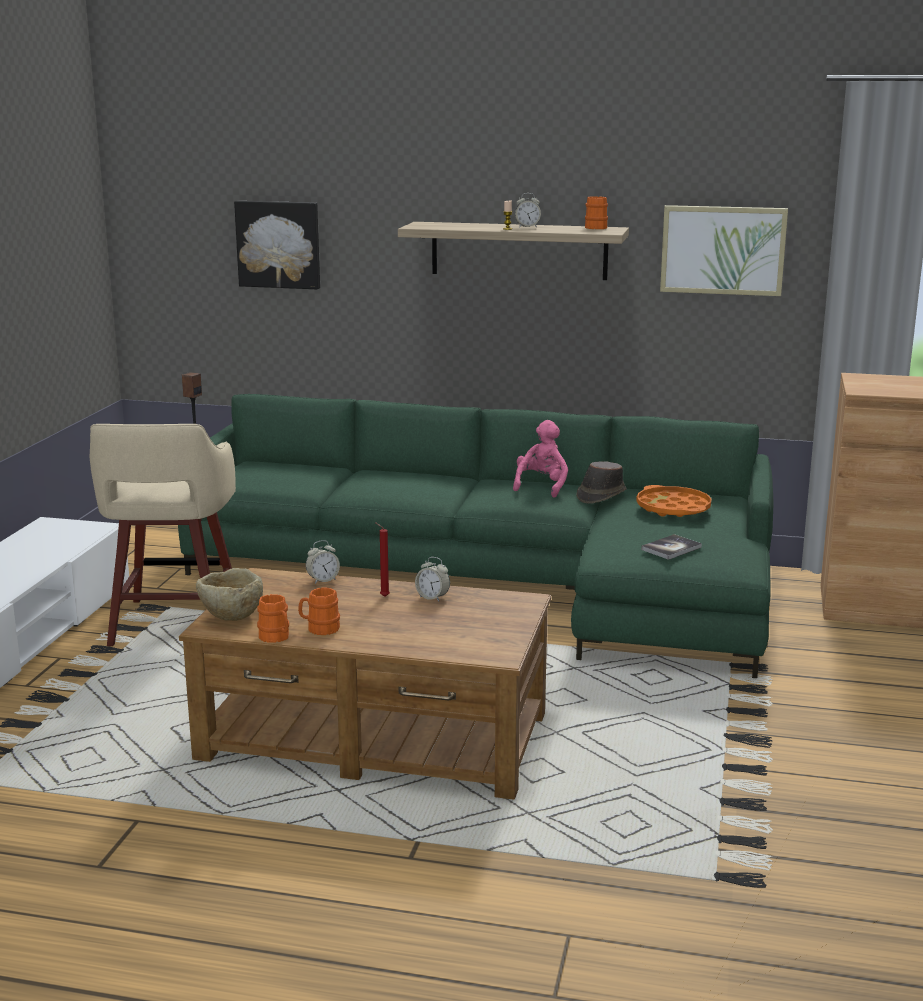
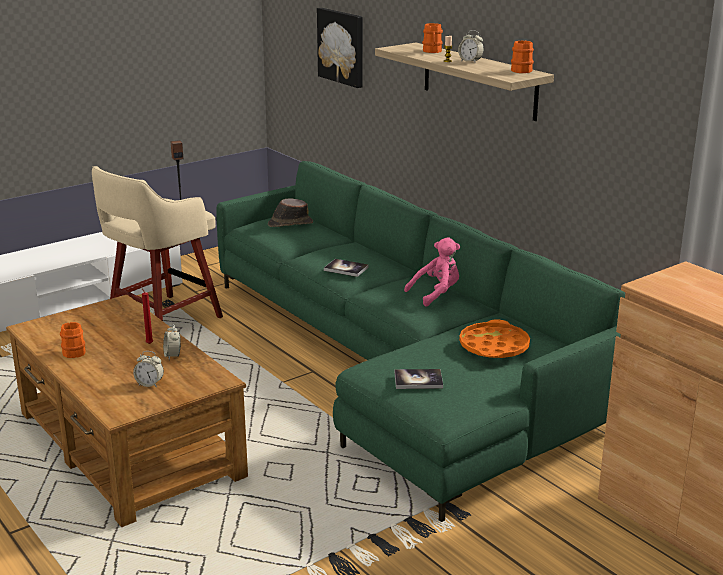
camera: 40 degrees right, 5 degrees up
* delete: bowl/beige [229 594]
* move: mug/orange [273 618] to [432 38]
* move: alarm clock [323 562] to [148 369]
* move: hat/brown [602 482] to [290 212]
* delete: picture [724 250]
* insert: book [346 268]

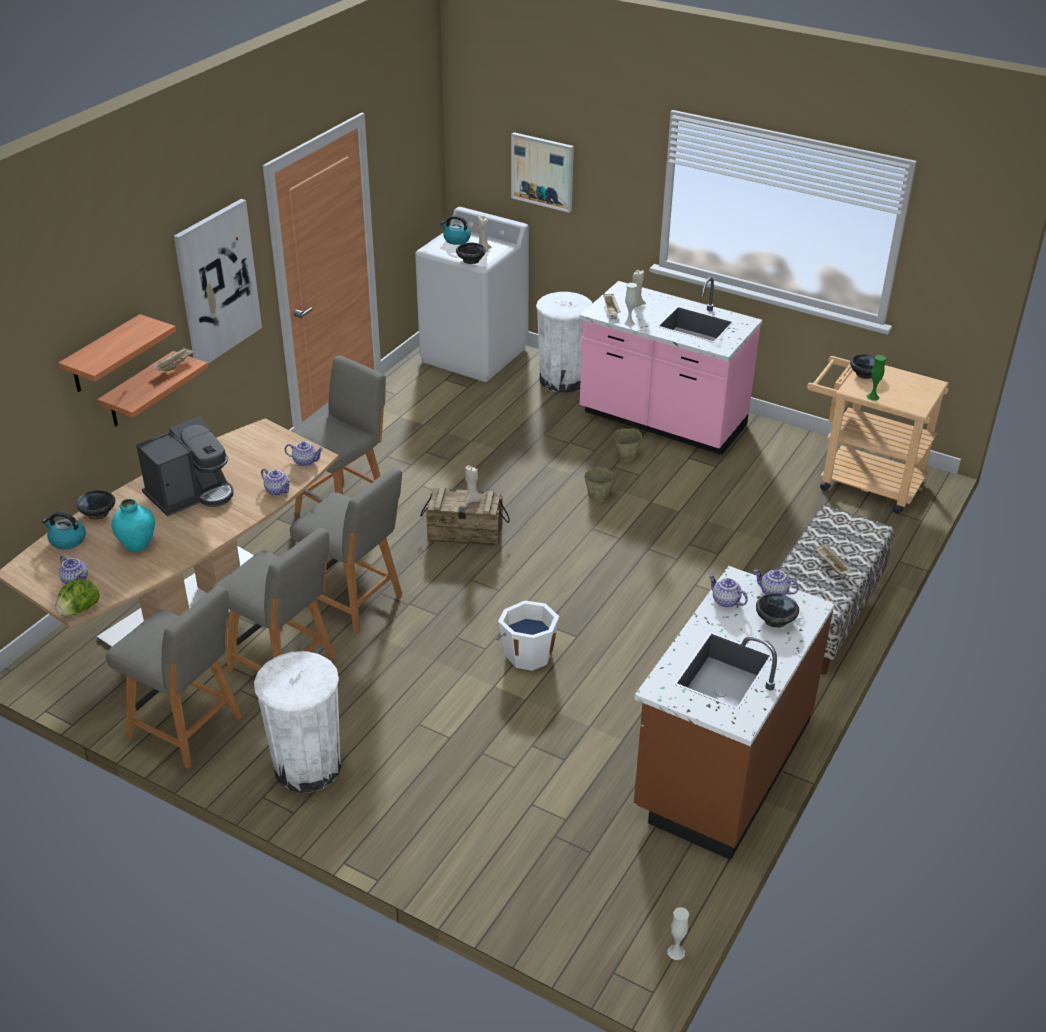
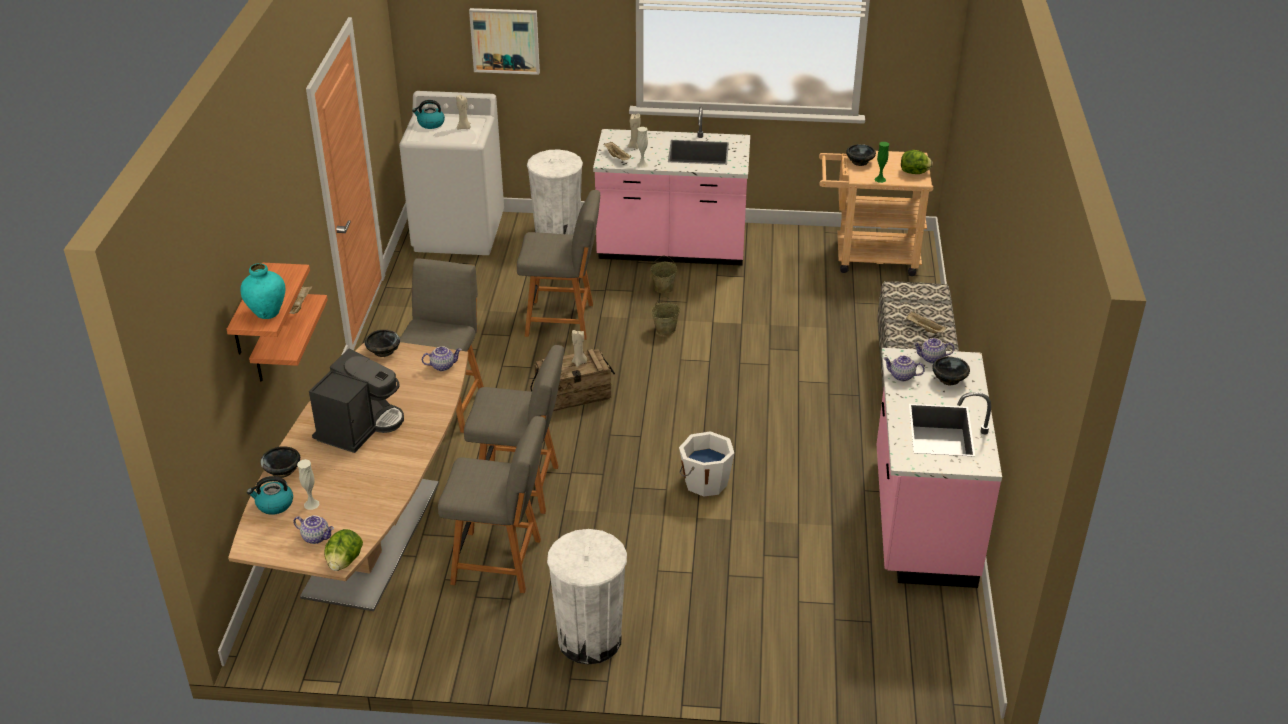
camera: 25 degrees left, 0 degrees up
* move: chair/grey [174 677] to [558 265]
* move: vase/turquoise [133 525] to [262 291]
* delete: picture [218 281]
* delete: teapot [276 482]
* move: bowl/black [471 253] to [382 343]
* recolor: counter/brown [734 713] to counter/pink [939 468]
* move: vase/white [678 933] to [308 484]
* insert: lettuce [916 162]

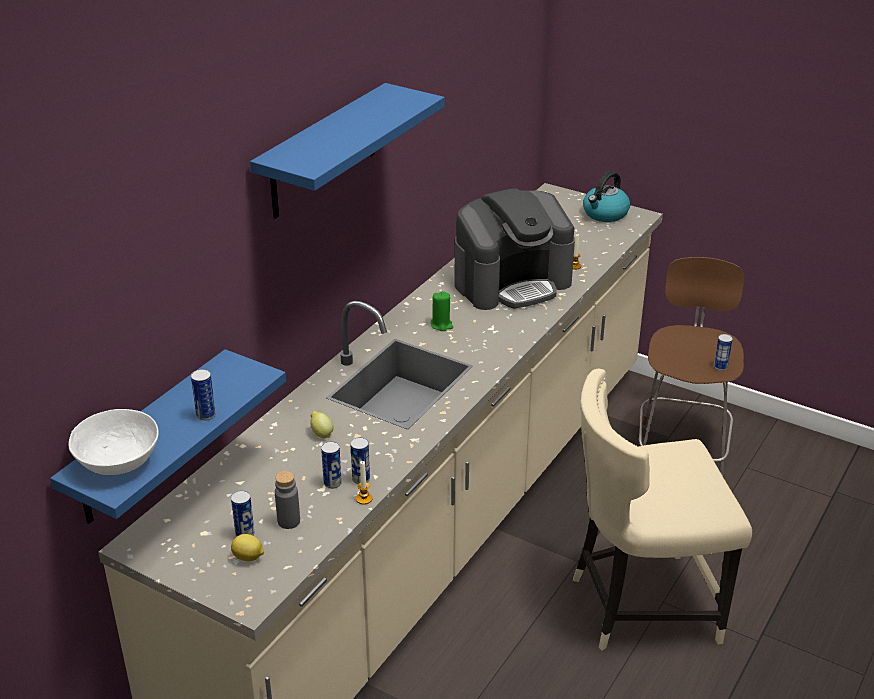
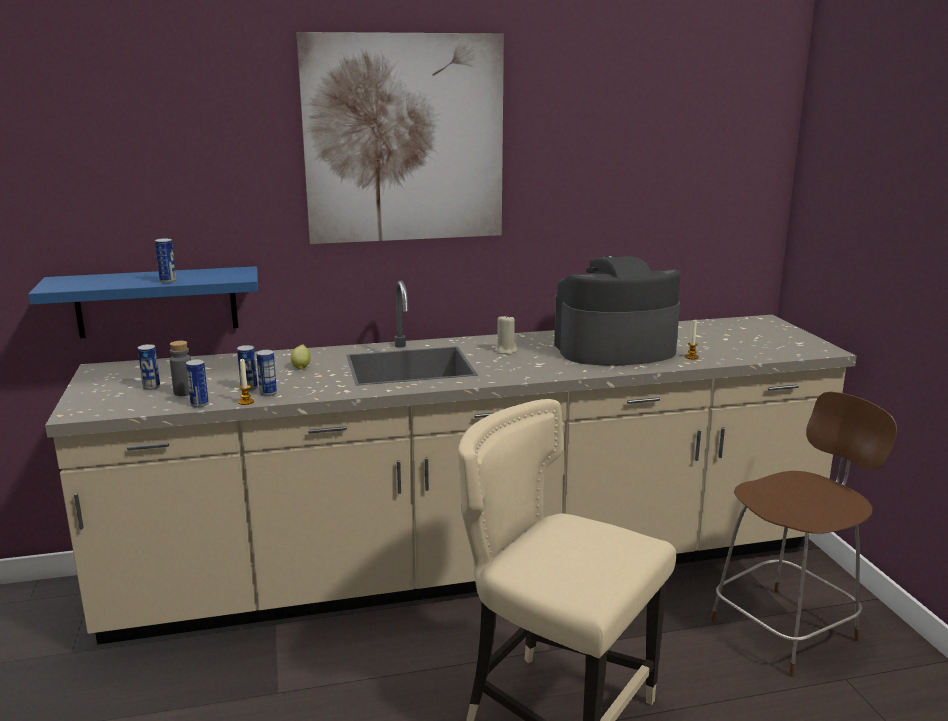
camera: 45 degrees right, 15 degrees down
* delete: bowl/white [113 442]
* delete: lemon [247 548]
* replace: shelf/blue [347 151] to picture [400 138]
* recolor: candle/green [442 311] to candle/beige [506 334]
* rotate: coffee machine [514 249] = [617 311] 150 degrees clockwise
* delete: kettle [606 196]
* move: can [723 352] to [197 383]

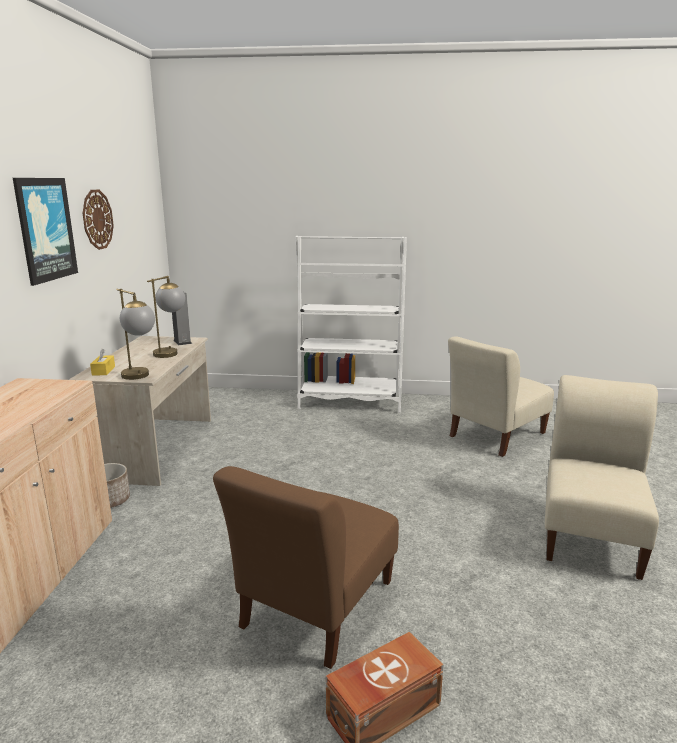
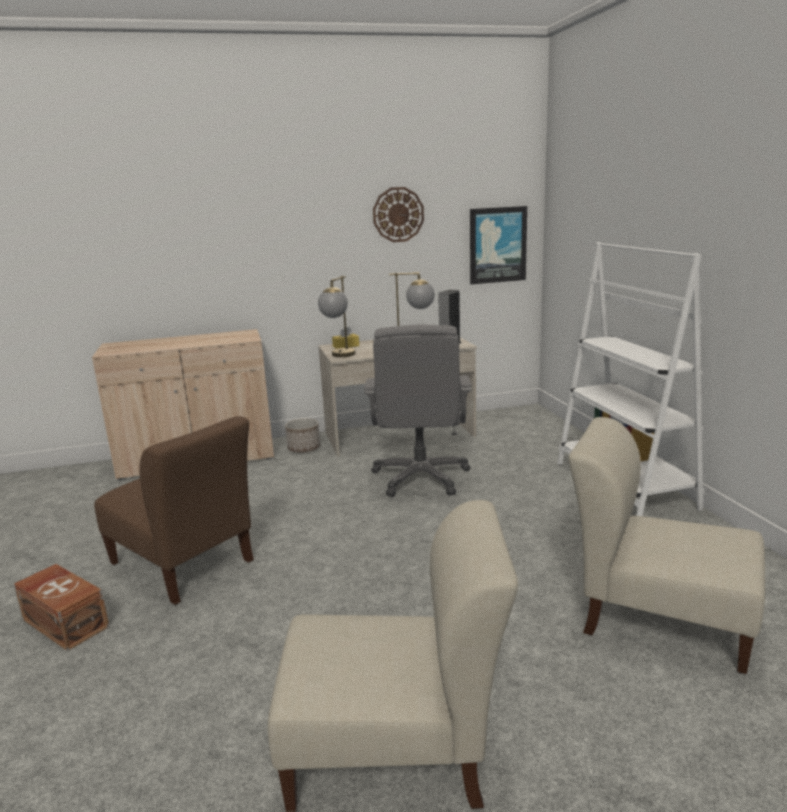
camera: 70 degrees right, 0 degrees up
* move: picture [45 232] to [498 245]
* rotate: chair/brown [306 567] = [174 510] 150 degrees counterclockwise
* insert: office chair/grey [418 411]

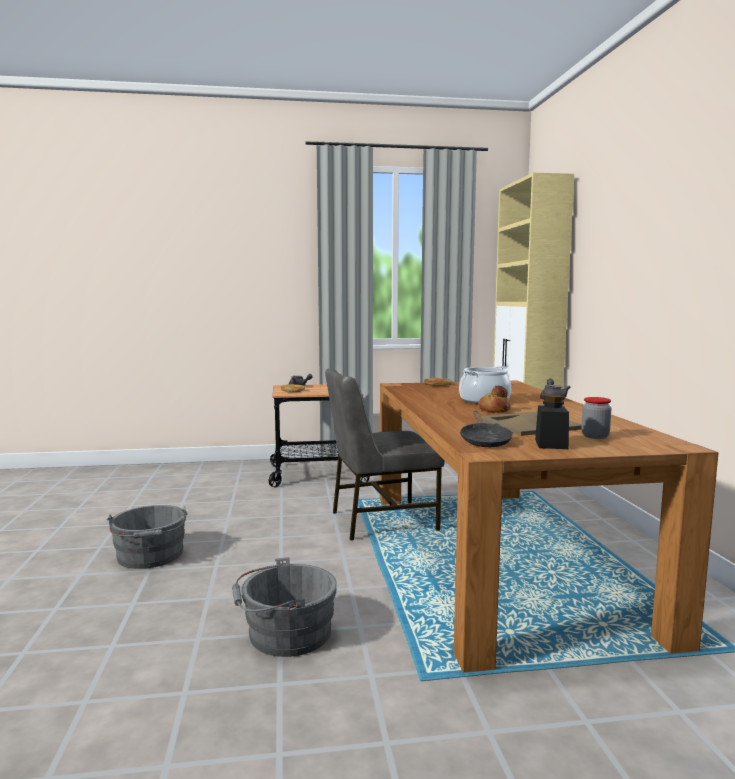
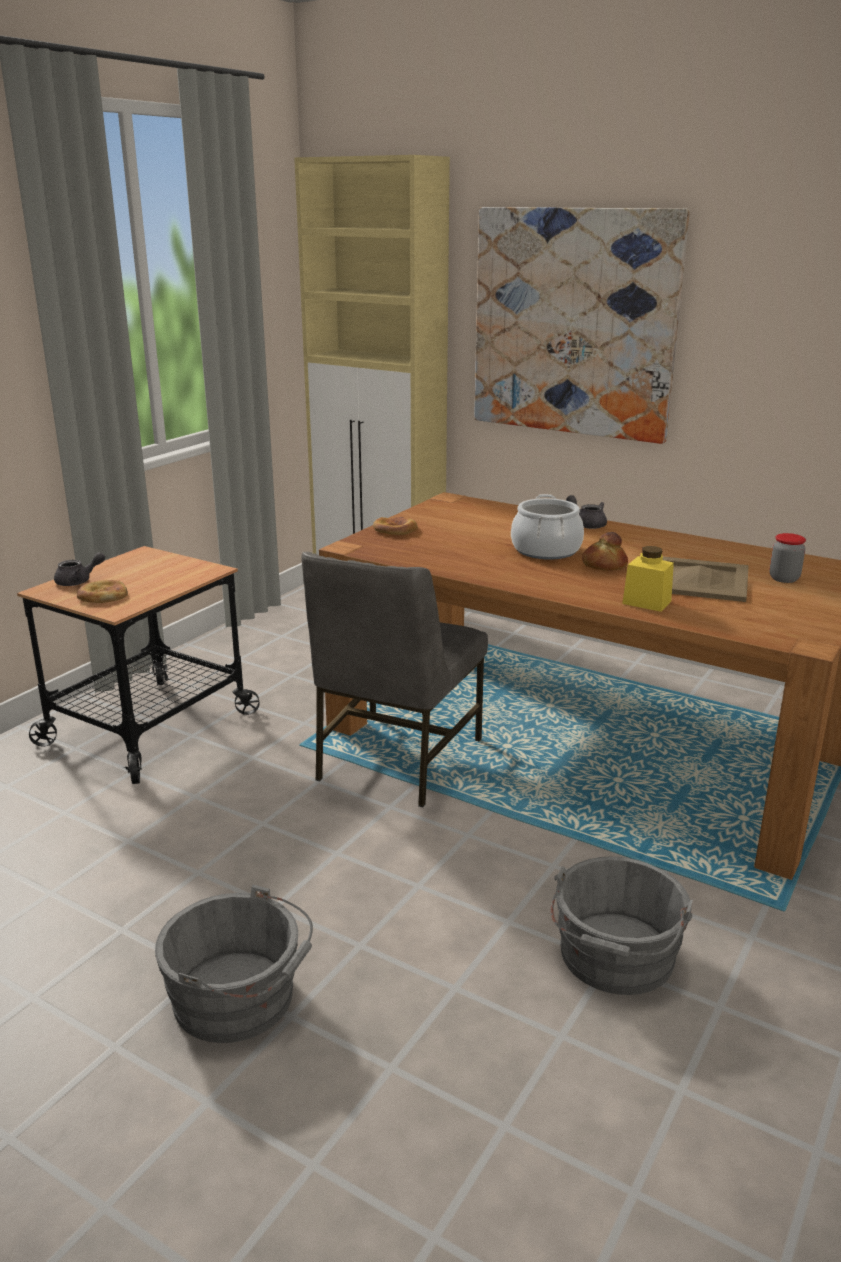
camera: 50 degrees left, 15 degrees up
* delete: frying pan/black [486 429]
* delete: jar/black [552 421]
* insert: picture [582 325]
* insert: jar/yellow [648 579]

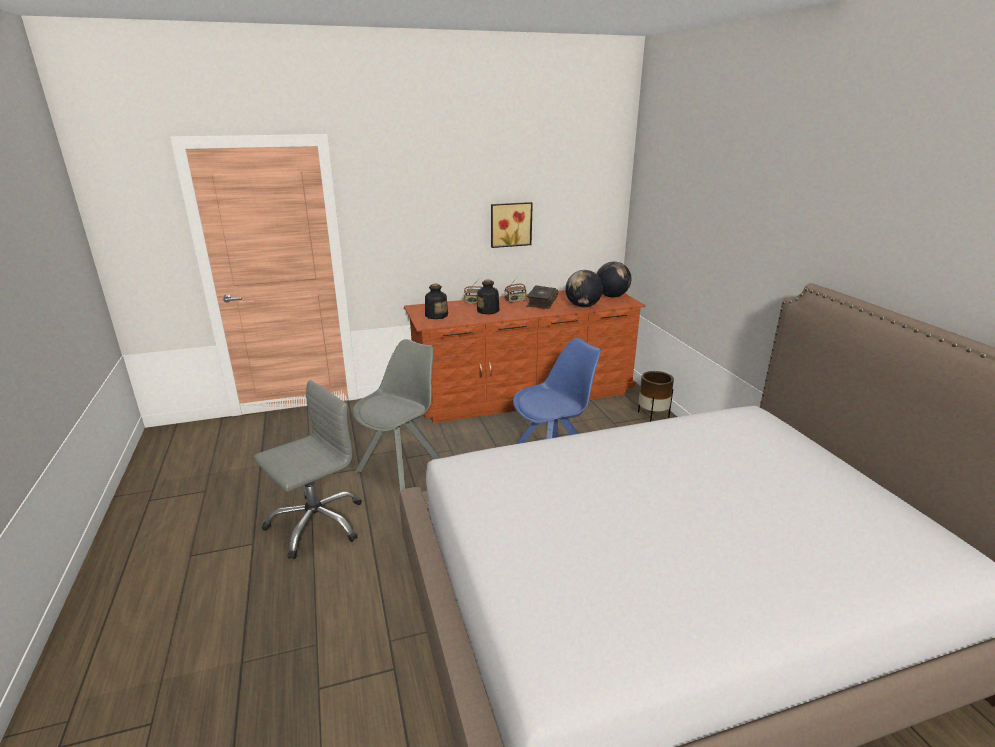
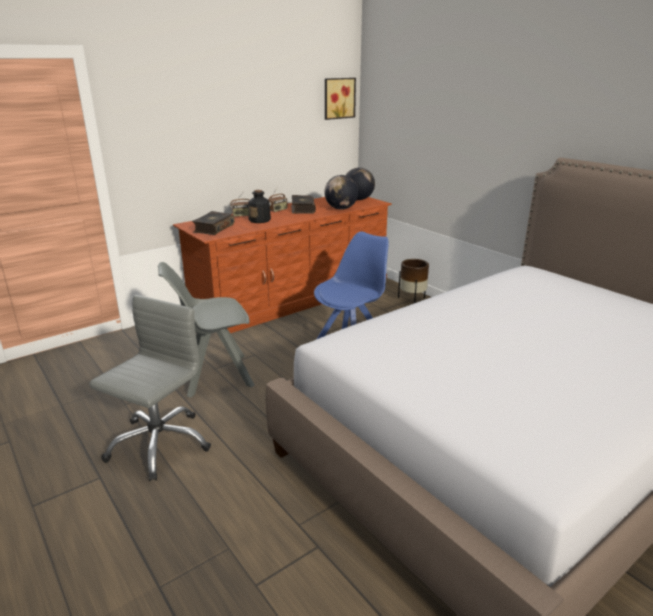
camera: 20 degrees left, 0 degrees up
* rotate: chair/grey [396 415] = [206 330] 120 degrees counterclockwise
* replace: bottle [436 301] to book [213 223]
* move: picture [512 225] to [340 99]

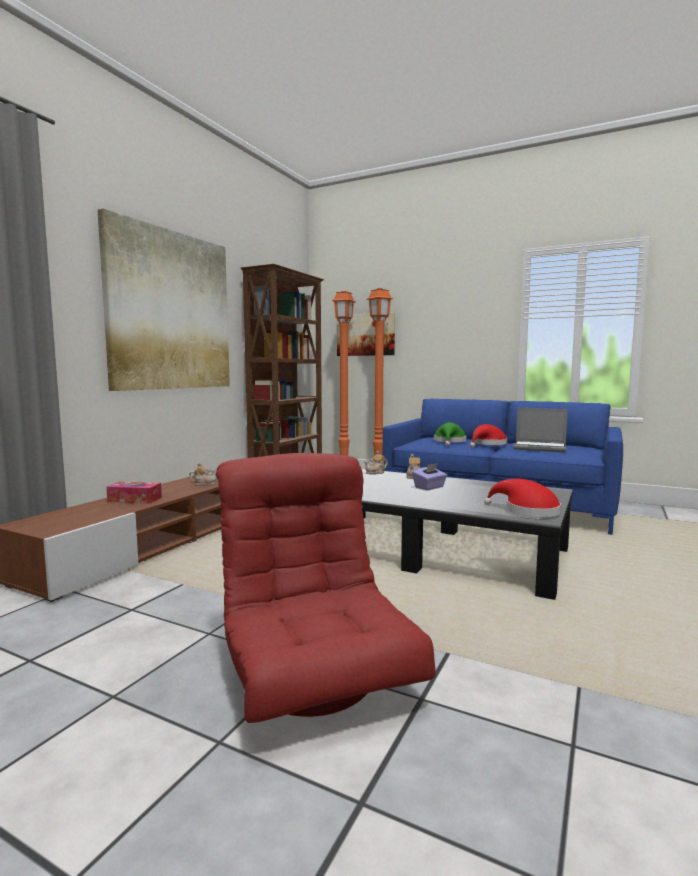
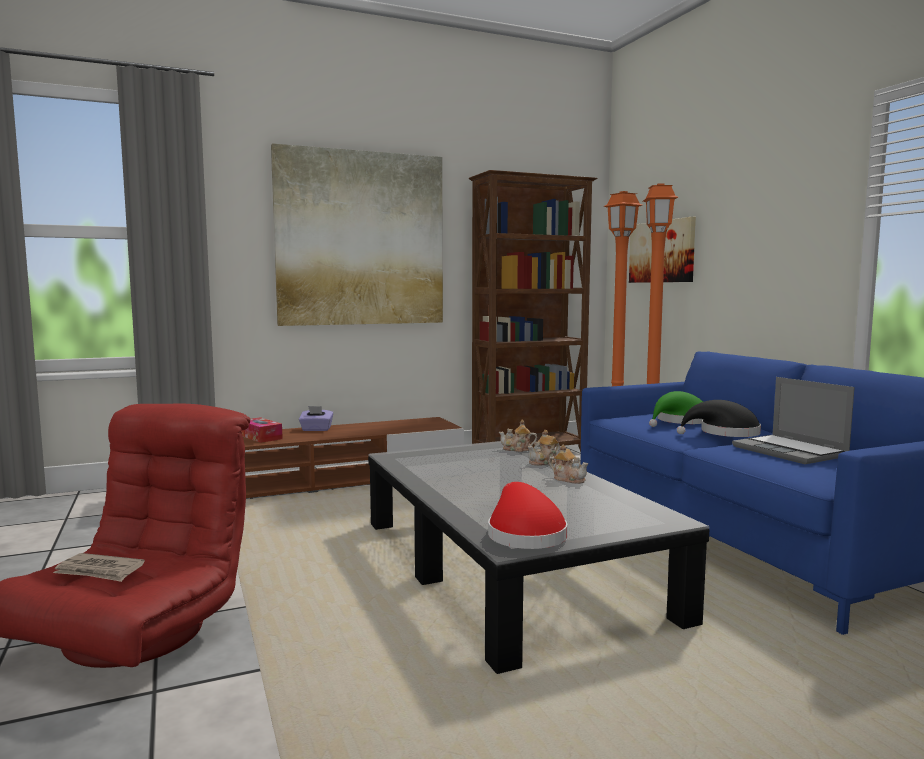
camera: 40 degrees right, 0 degrees up
* move: teapot [203 474] to [568 464]
* move: tissue box/purple [429 476] to [316 418]
* recolor: hat/red [488 436] to hat/black [719 418]
* insert: newspaper [99 567]

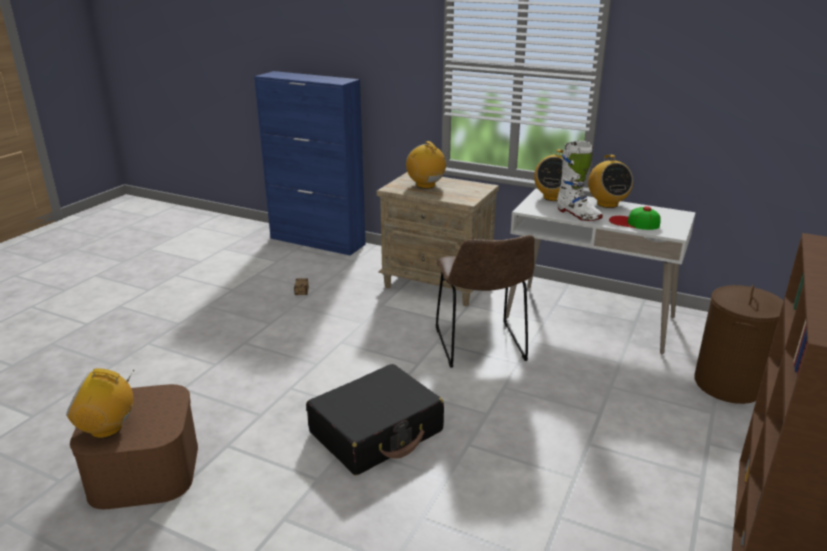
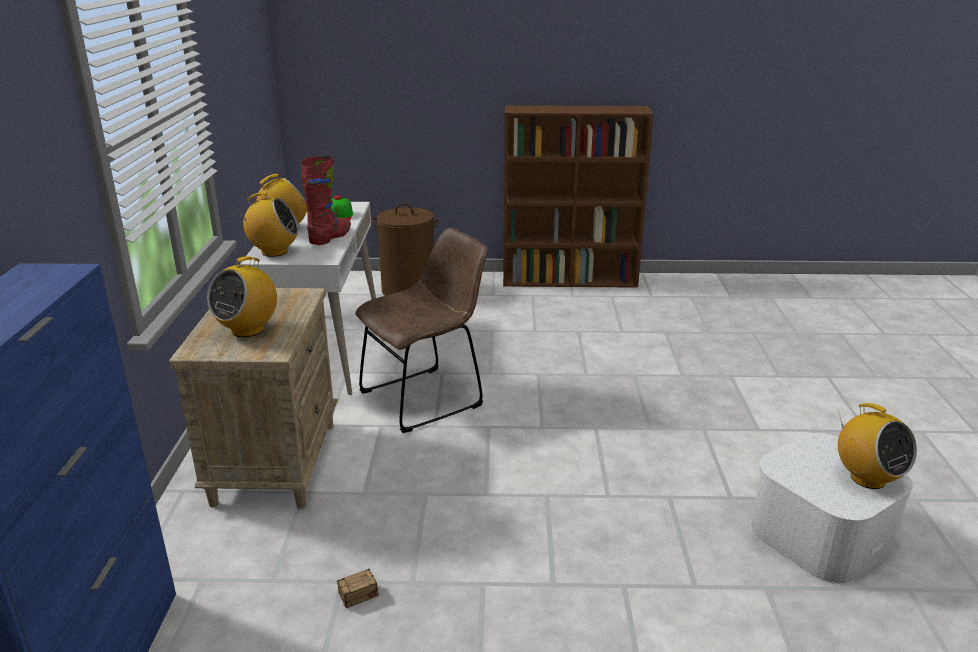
camera: 115 degrees left, 0 degrees up
* recolor: storage box/brown [134 446] to storage box/white [831 508]
* delete: suitcase/black [375 419]
* recolor: boot/white [580 181] to boot/red [326 200]

